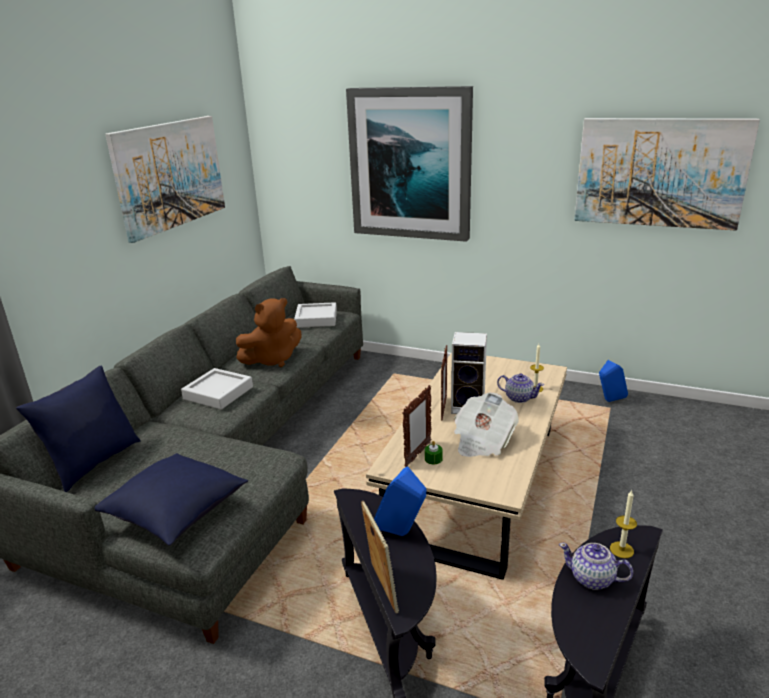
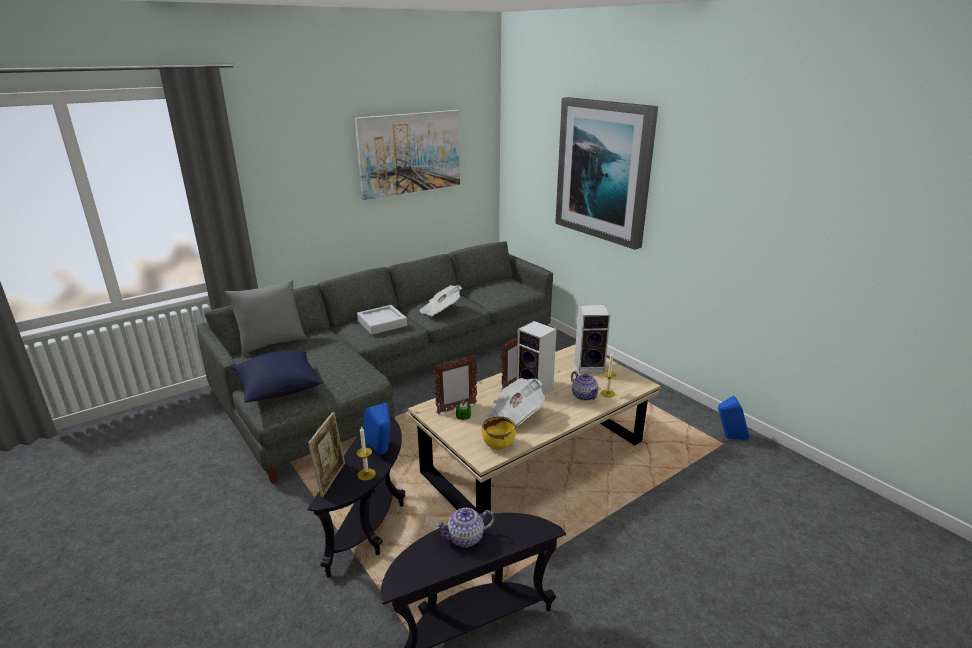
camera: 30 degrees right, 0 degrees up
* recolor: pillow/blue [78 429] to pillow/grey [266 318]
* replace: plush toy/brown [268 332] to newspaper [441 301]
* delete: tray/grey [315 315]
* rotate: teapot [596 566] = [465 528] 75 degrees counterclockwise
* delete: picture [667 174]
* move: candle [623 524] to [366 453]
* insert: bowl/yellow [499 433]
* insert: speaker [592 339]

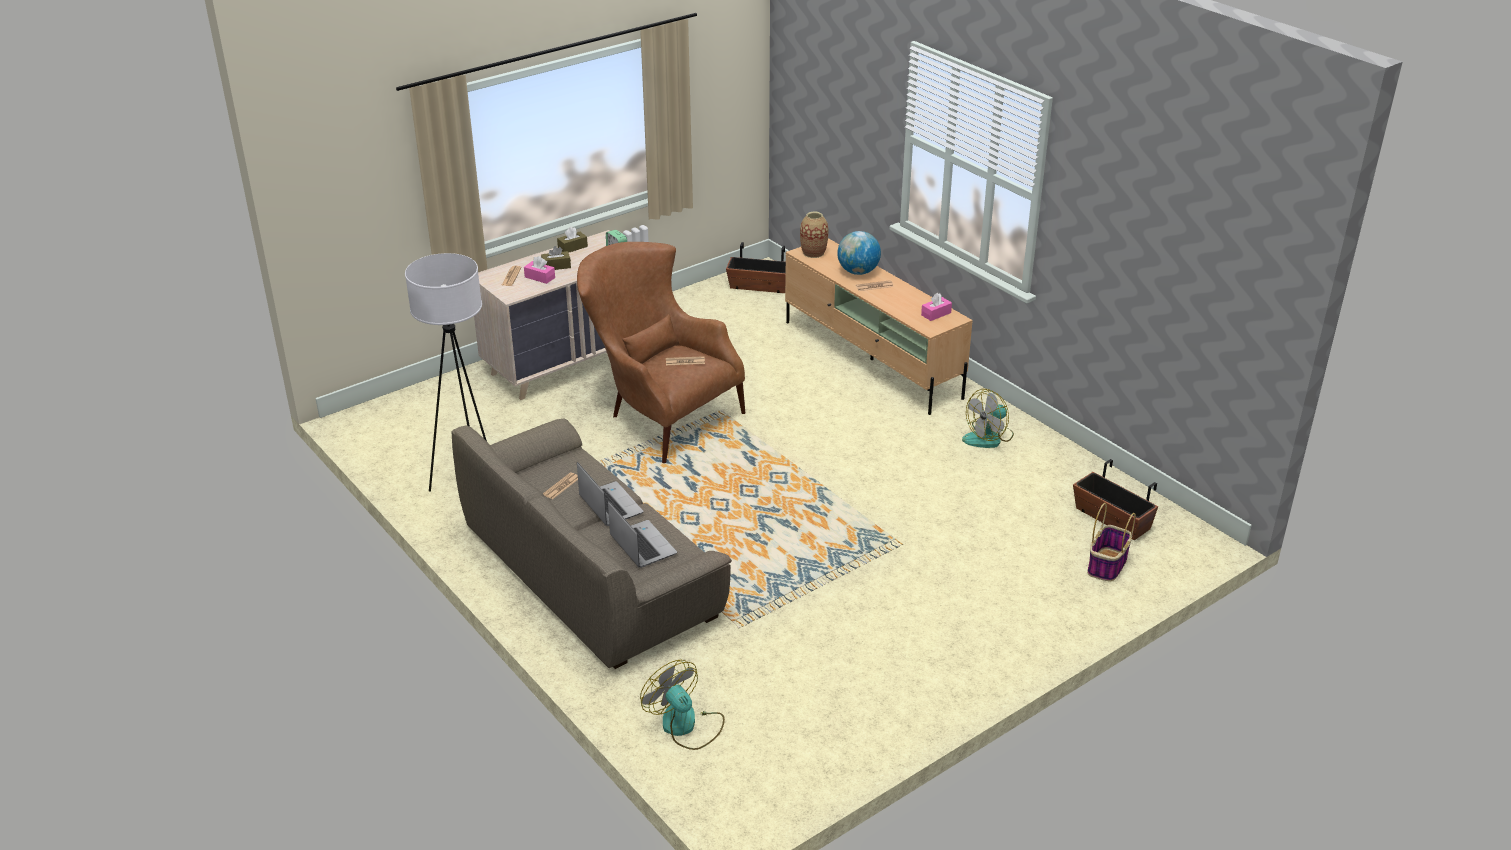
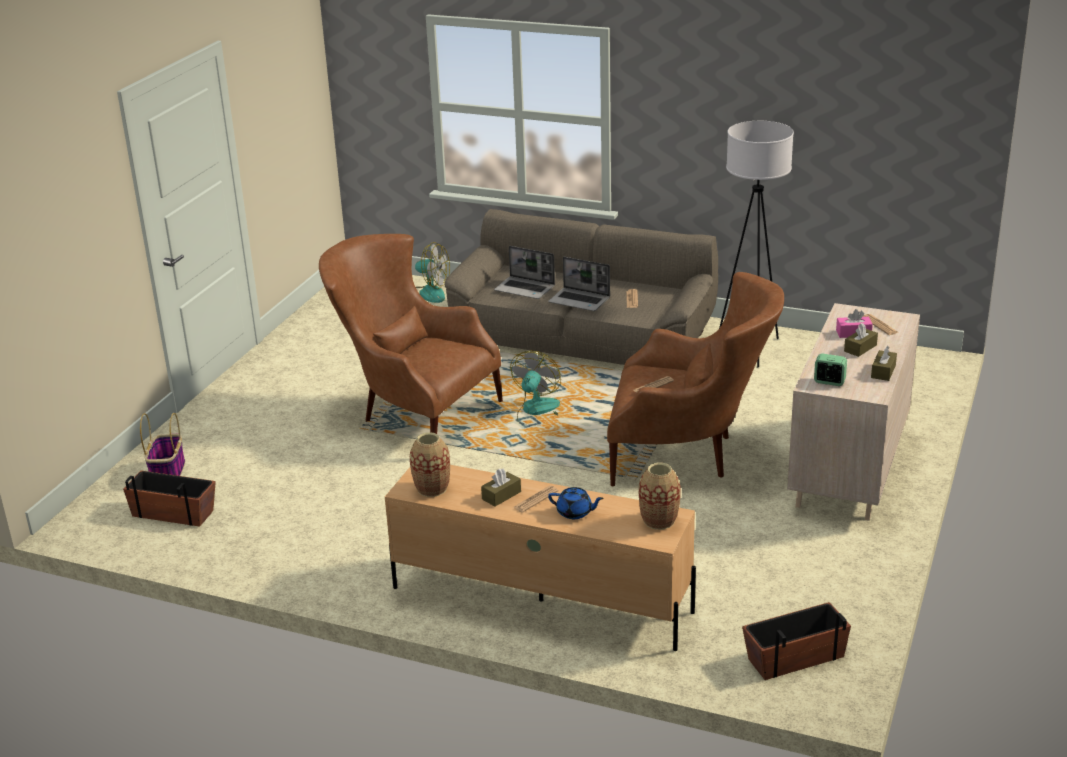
camera: 150 degrees right, 5 degrees down
* replace: globe [859 253] to teapot/blue [576 503]
* replace: tissue box/pink [936 307] to vase [430 464]
* move: fan [988 418] to [535 388]
* insert: armchair/brown [411 334]
* insert: tissue box/brown [501 488]

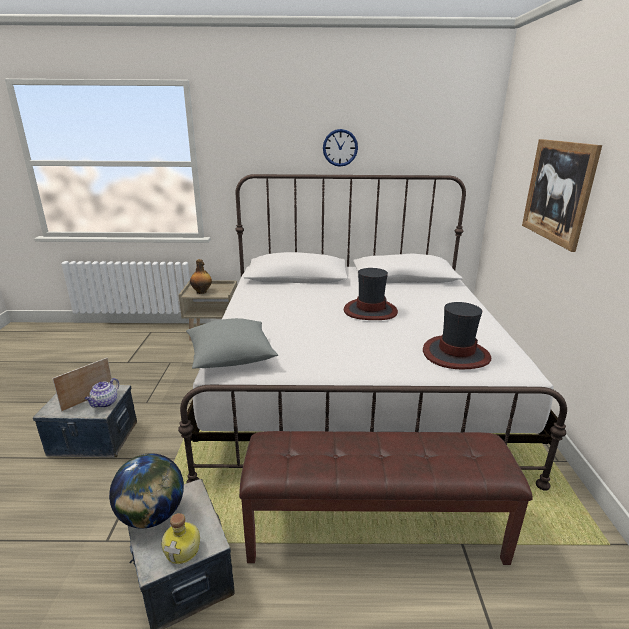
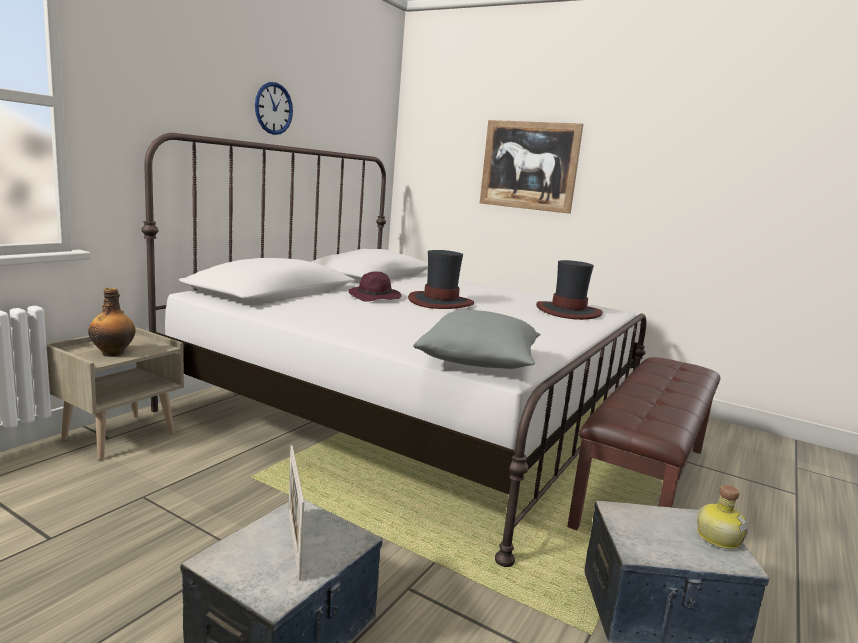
camera: 60 degrees left, 10 degrees down
* delete: teapot [101 393]
* delete: globe [146 491]
* insert: hat/purple [375 287]

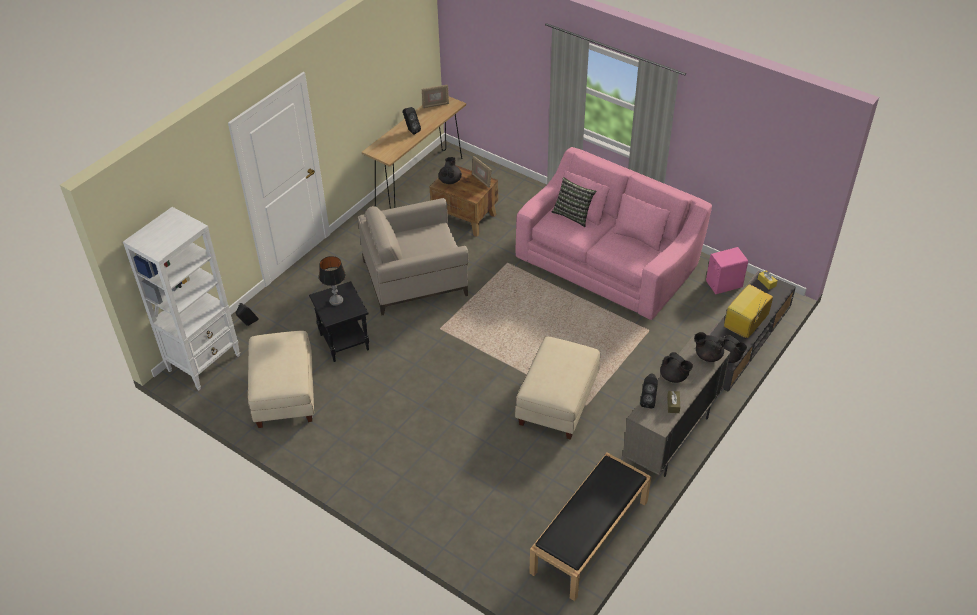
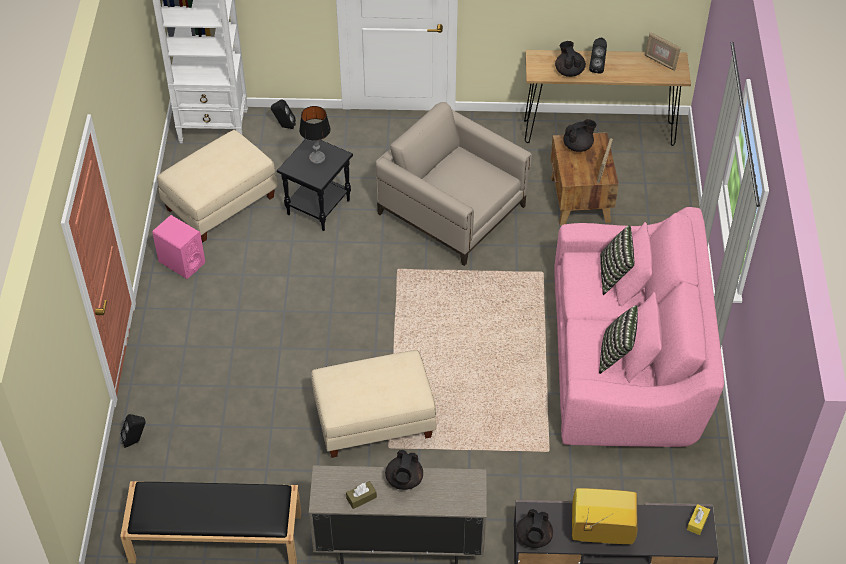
camera: 55 degrees right, 5 degrees up
* move: speaker/black [649 391] to [133 431]
* move: teapot/black [709 347] to [570 59]
* move: speaker/pink [727 270] to [178 247]
* insert: pillow [618 339]

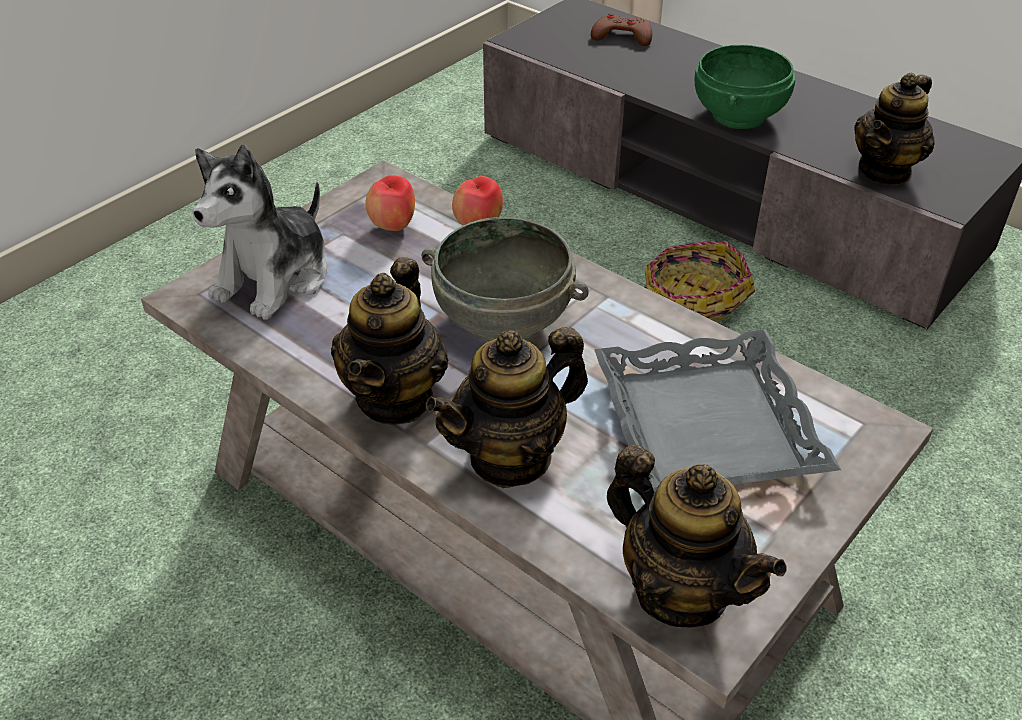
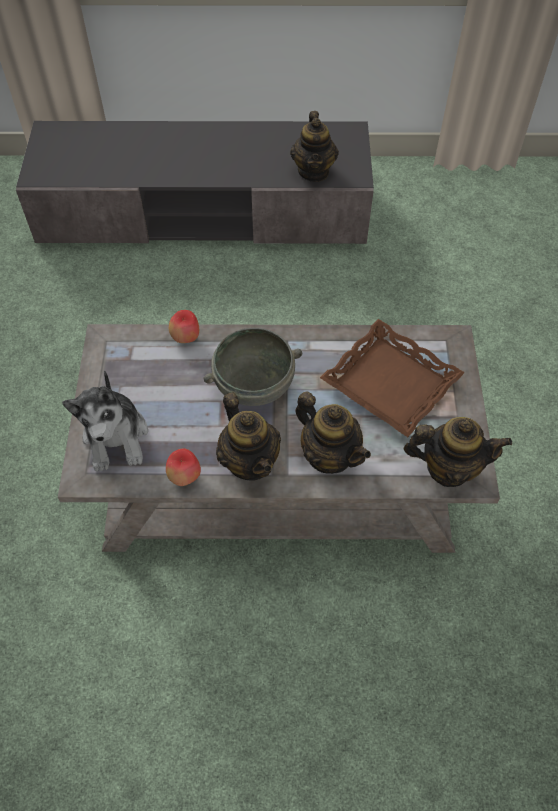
camera: 40 degrees left, 15 degrees up
* move: apple [390 203] to [183 467]
* rotate: teapot [507 407] = [333 432] 60 degrees counterclockwise
* delete: game controller/brown [621 29]
* recolor: tray/grey [717 410] to tray/brown [392 378]
* delete: basket [699 281]
* delete: bowl/green [745 87]

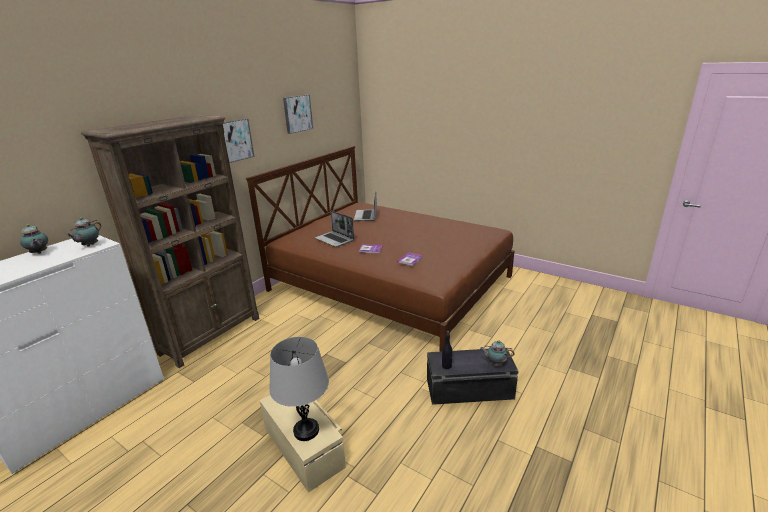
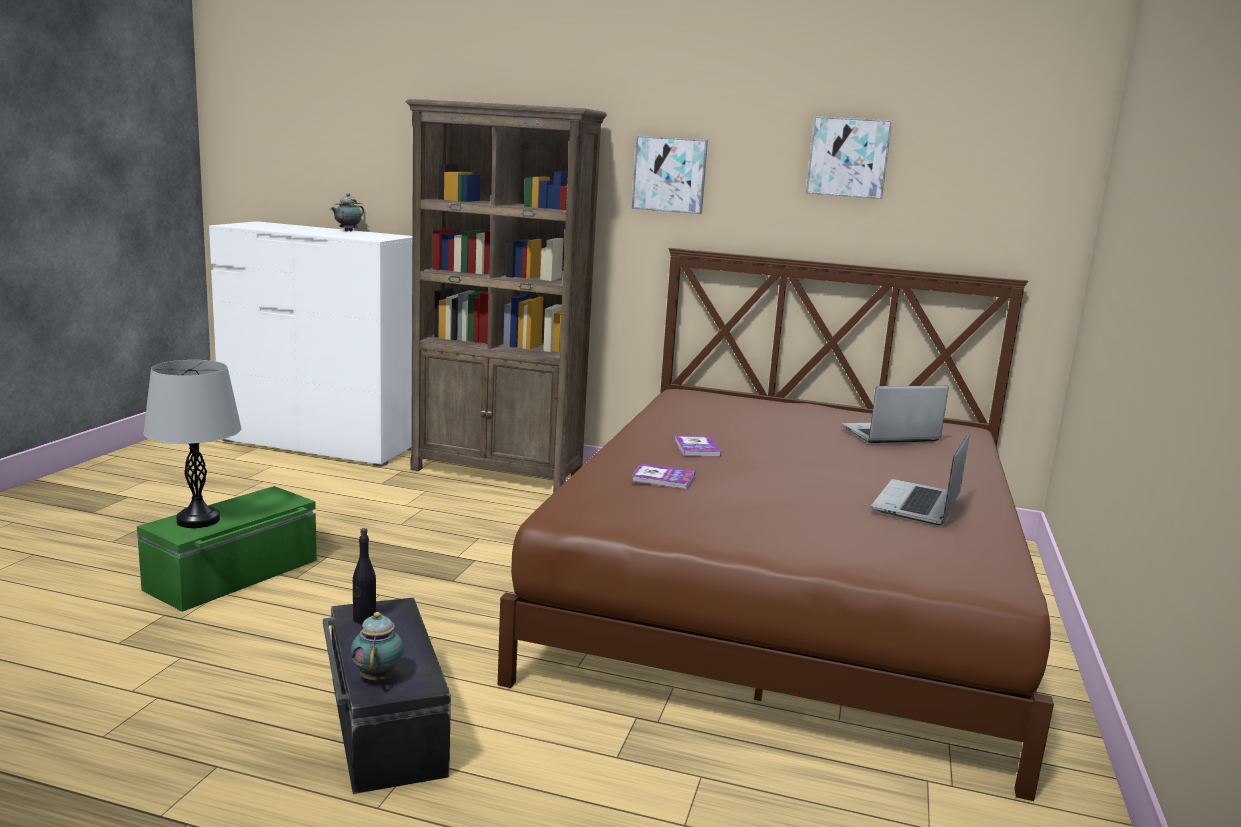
camera: 70 degrees right, 10 degrees down
* delete: teapot [83 232]
* recolor: storage box/beige [302 444] to storage box/green [227 549]
* move: laptop [334 229] to [920 478]

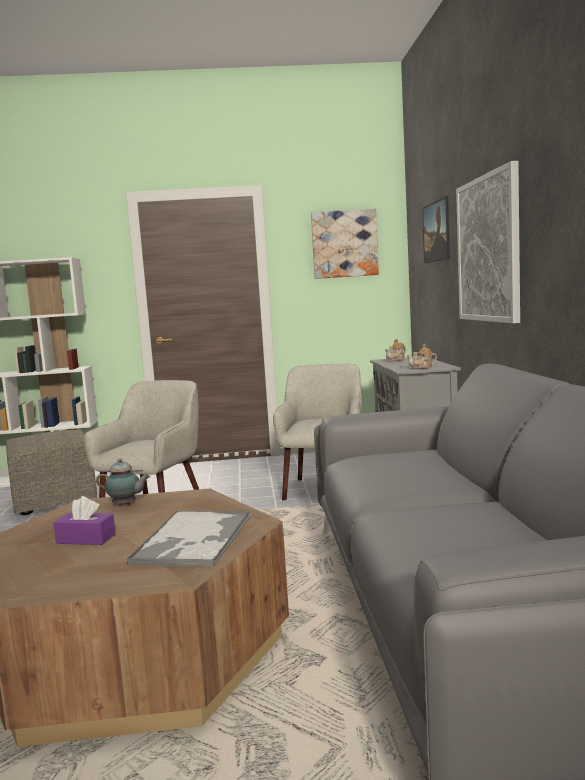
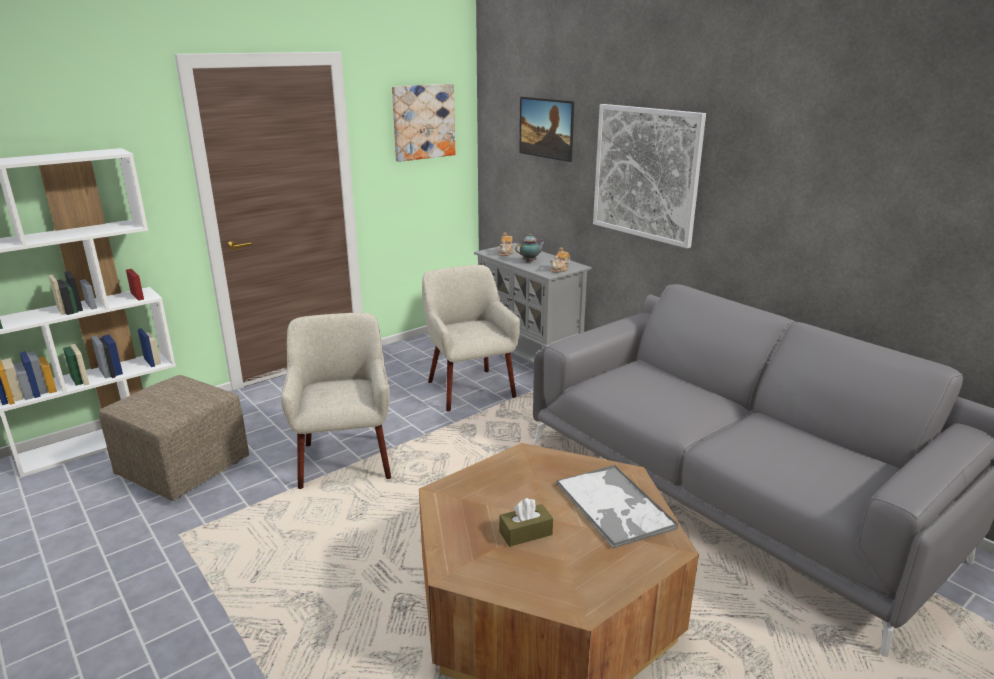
camera: 35 degrees left, 15 degrees up
* recolor: tissue box/purple [85 520] to tissue box/brown [526 522]
* move: teapot [123 481] to [530 248]

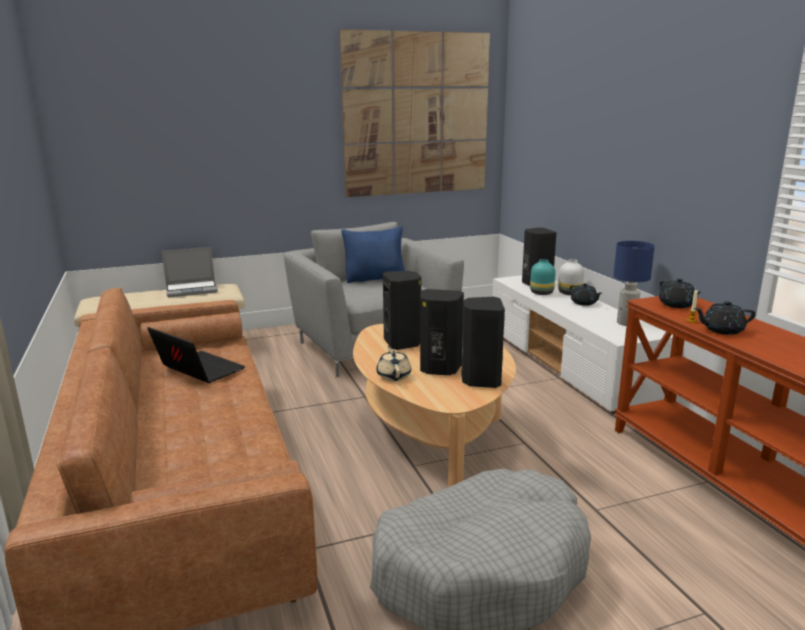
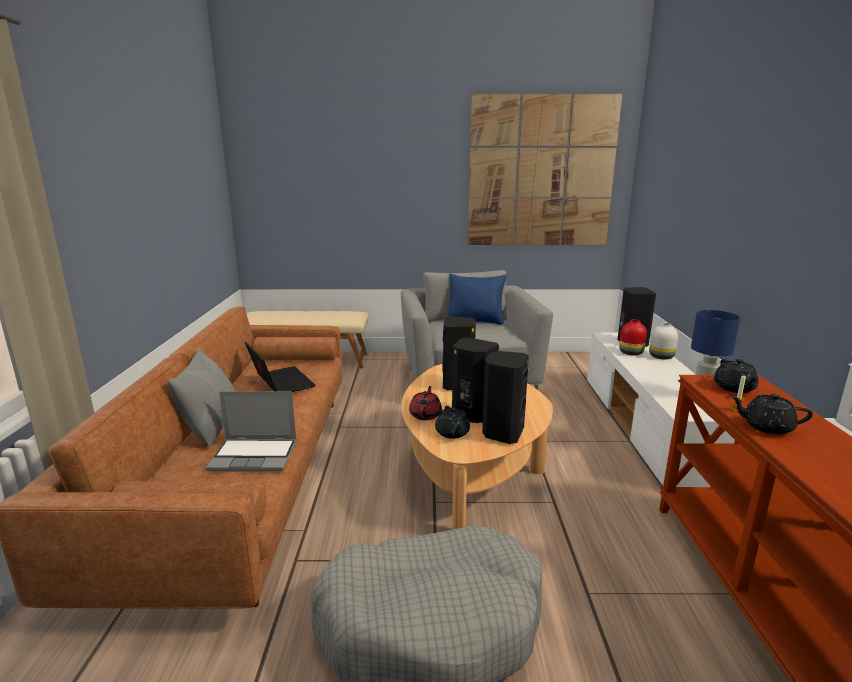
camera: 20 degrees right, 0 degrees up
* move: laptop [190 272] to [251 431]
* recolor: teapot/beige [393 363] to teapot/red [425 403]
* recolor: vase/turquoise [542 277] to vase/red [633 337]
* move: teapot/black [586 294] to [452 422]
* insert: pillow/grey [201 397]

